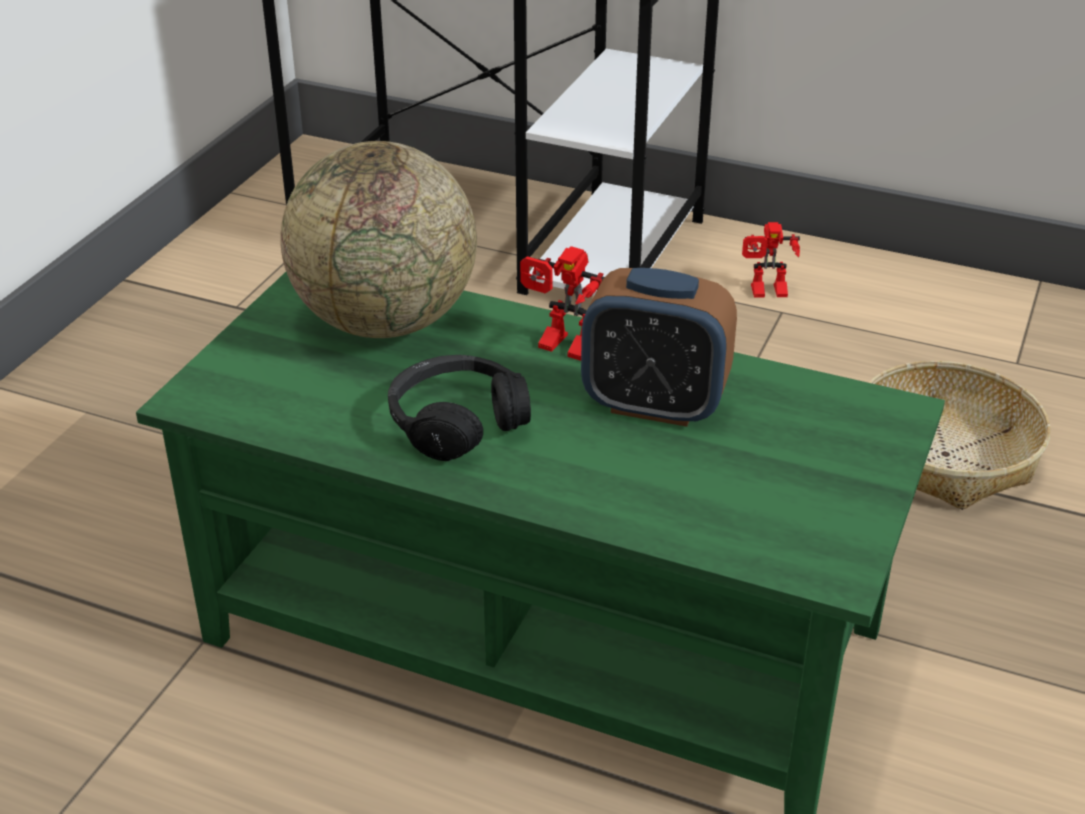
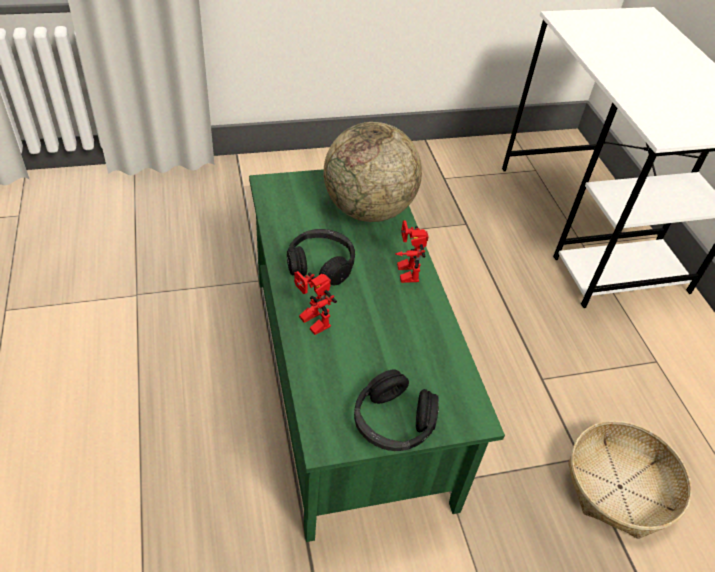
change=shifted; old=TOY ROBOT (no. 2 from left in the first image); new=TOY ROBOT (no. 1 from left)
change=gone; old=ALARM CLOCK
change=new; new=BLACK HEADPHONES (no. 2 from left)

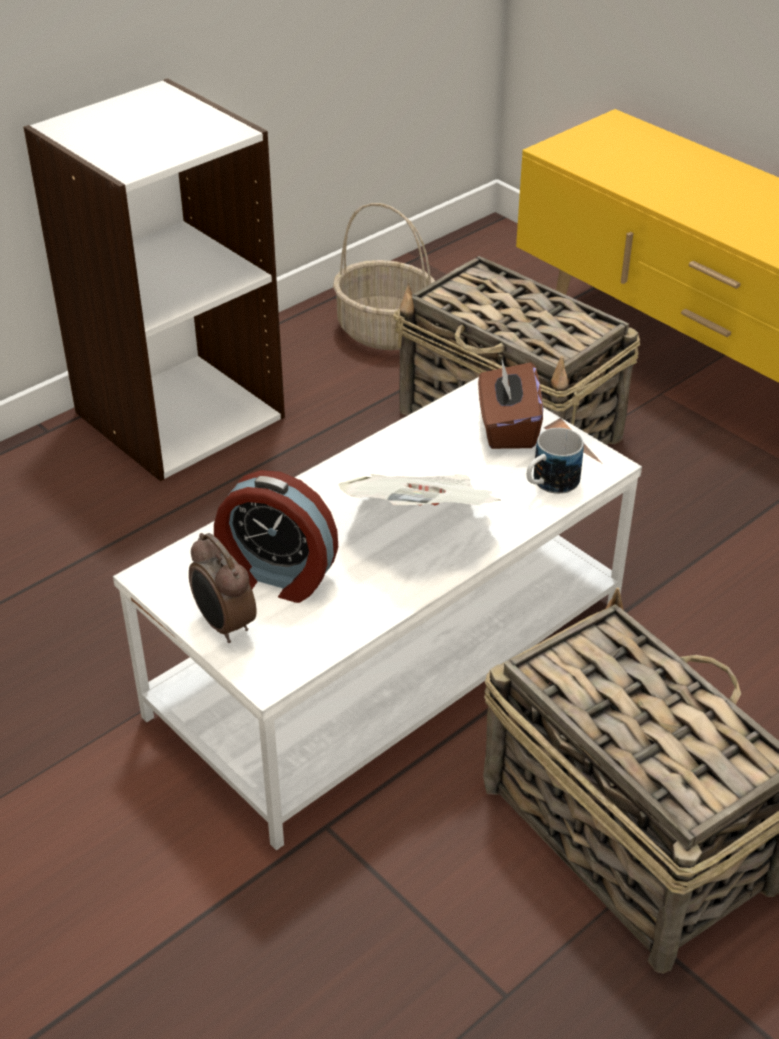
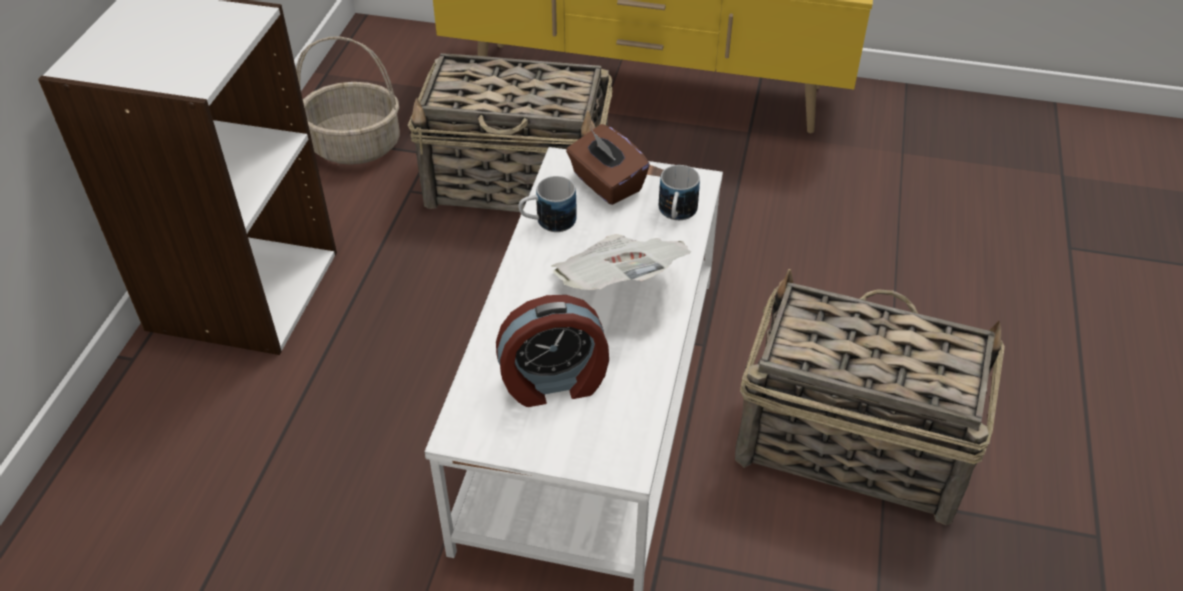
change=gone; old=ALARM CLOCK (no. 1 from left)
change=new; new=MUG (no. 1 from left)

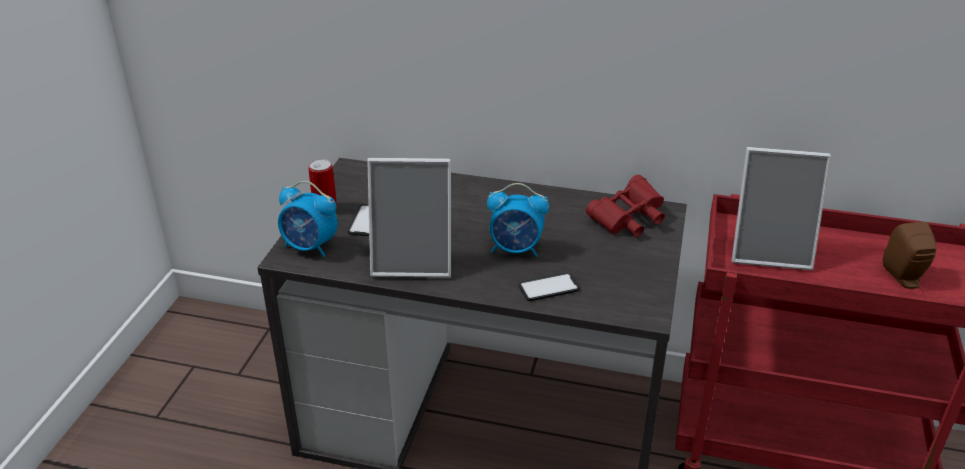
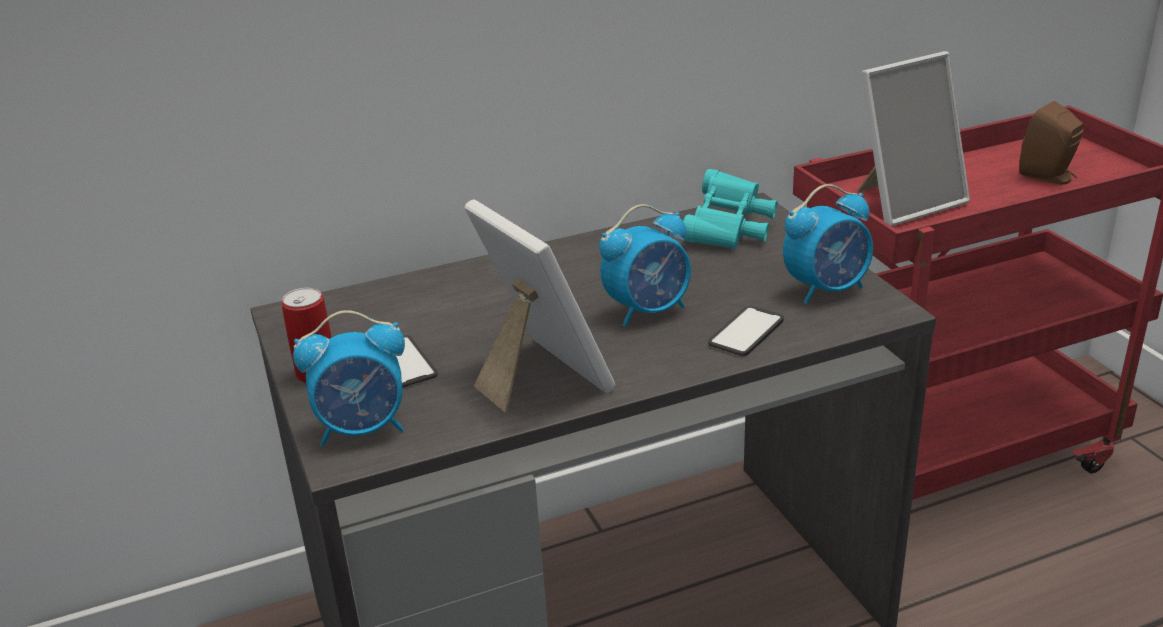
change=rotated; old=PICTURE FRAME (no. 1 from left); degrees=-90
change=repainted; old=RED BINOCULARS; new=TURQUOISE BINOCULARS
change=new; new=ALARM CLOCK (no. 3 from left)

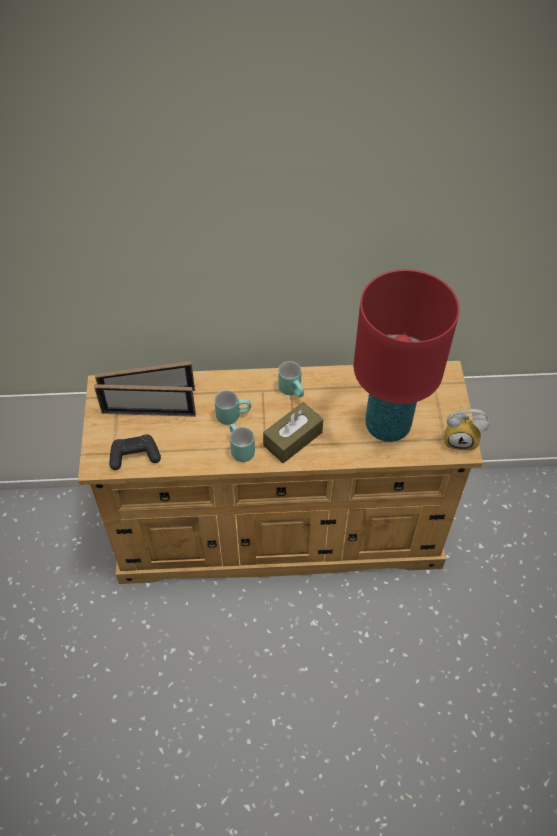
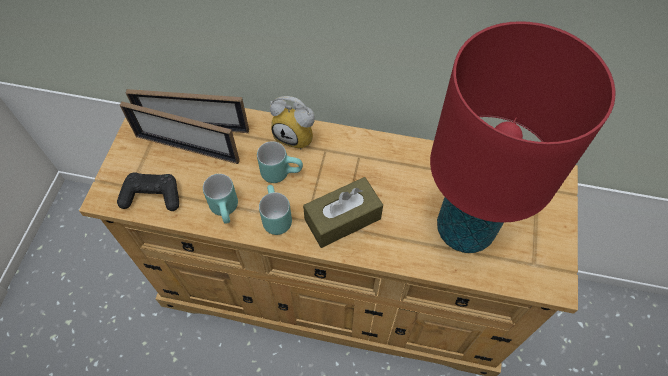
change=shifted; old=TURQUOISE MUG (no. 3 from left in the first image); new=TURQUOISE MUG (no. 1 from left)
change=shifted; old=ALARM CLOCK

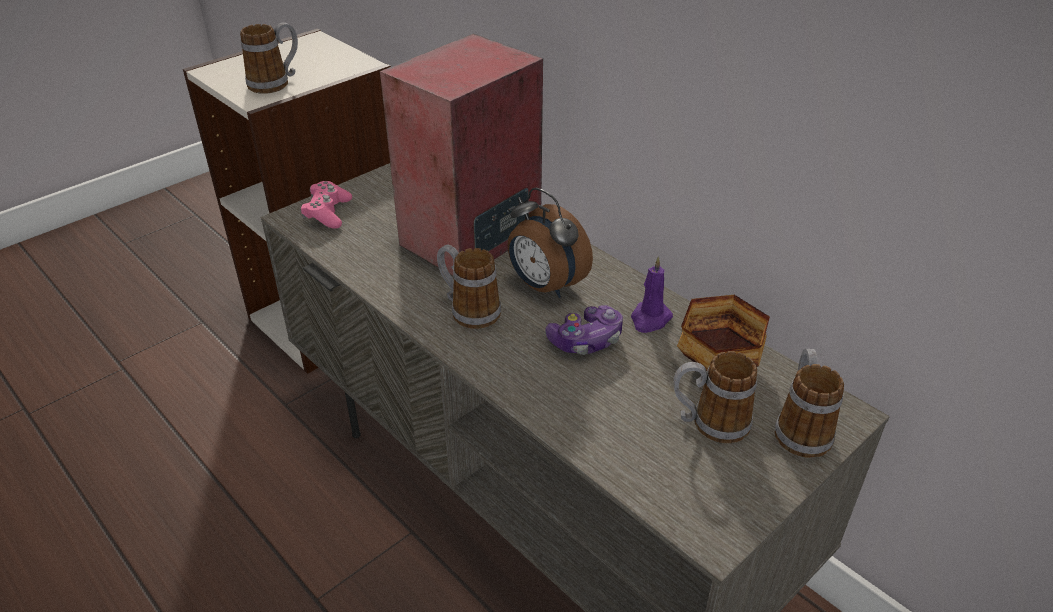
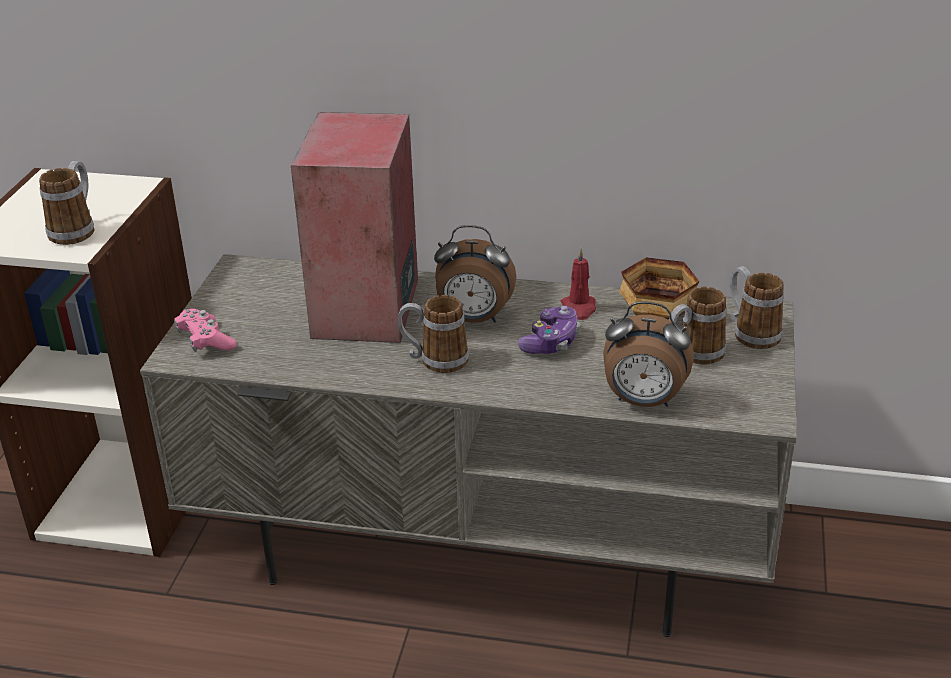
change=repainted; old=PURPLE CANDLE; new=RED CANDLE
change=new; new=ALARM CLOCK (no. 2 from left)

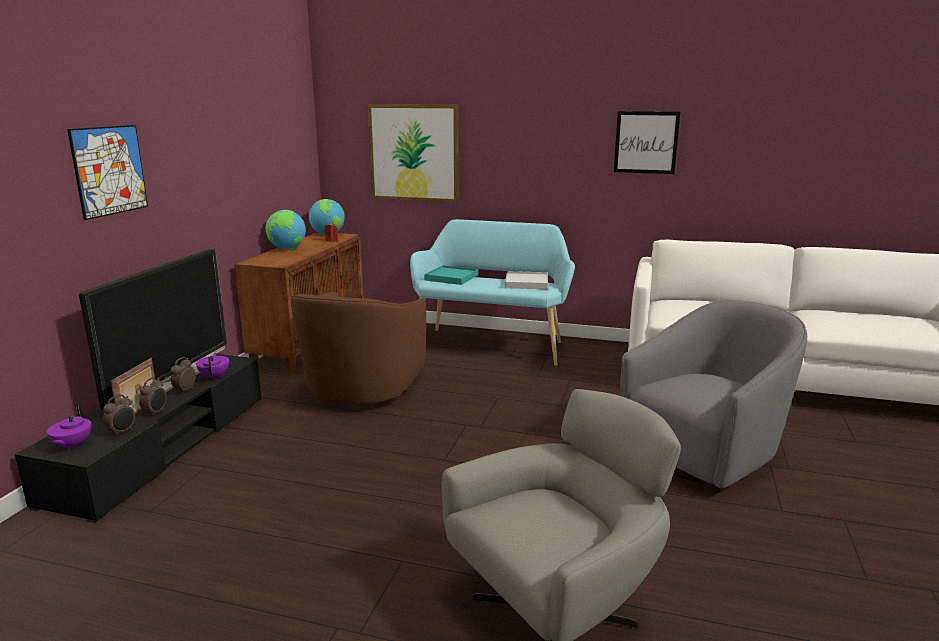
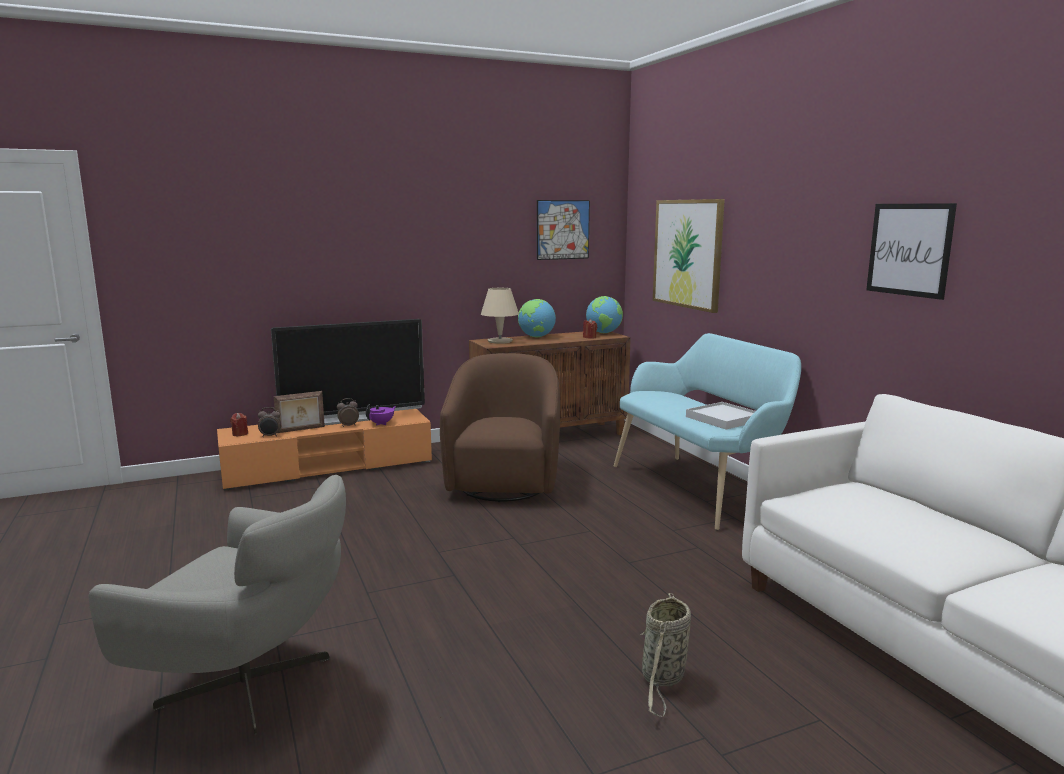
change=shifted; old=PICTURE (no. 1 from left)
change=gone; old=TURQUOISE TRAY
change=rotated; old=BROWN ARMCHAIR; degrees=120
change=swapped; old=GREY ARMCHAIR (no. 2 from left); new=BASKET
change=repainted; old=BLACK TV STAND; new=ORANGE TV STAND
change=gone; old=ALARM CLOCK (no. 2 from left)
change=swapped; old=PURPLE TEAPOT (no. 1 from left); new=RED CANDLE (no. 1 from left)
change=new; new=BEIGE TABLE LAMP

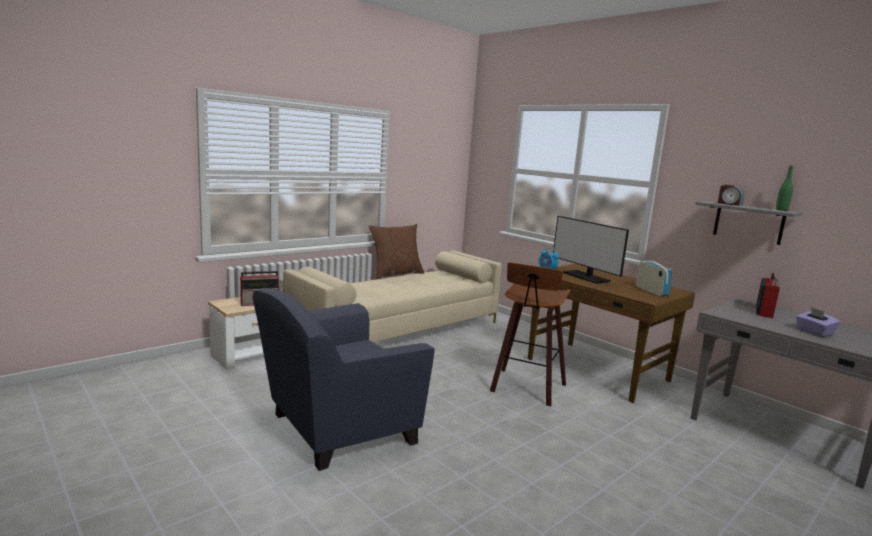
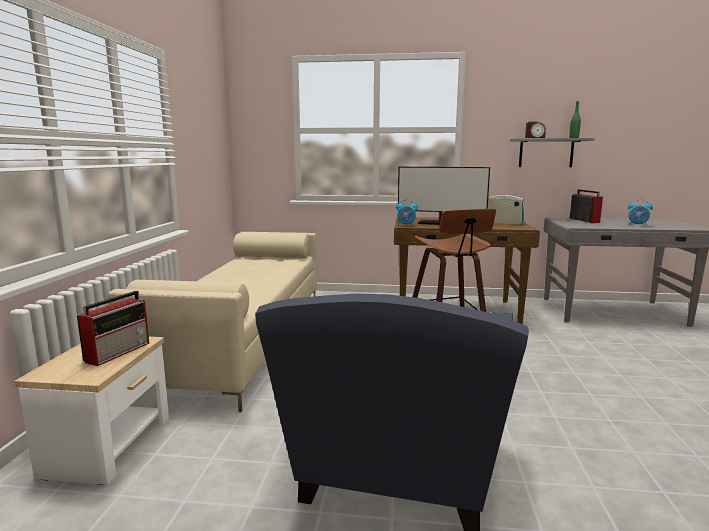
change=gone; old=BROWN PILLOW
change=swapped; old=PURPLE TISSUE BOX; new=ALARM CLOCK (no. 3 from left)

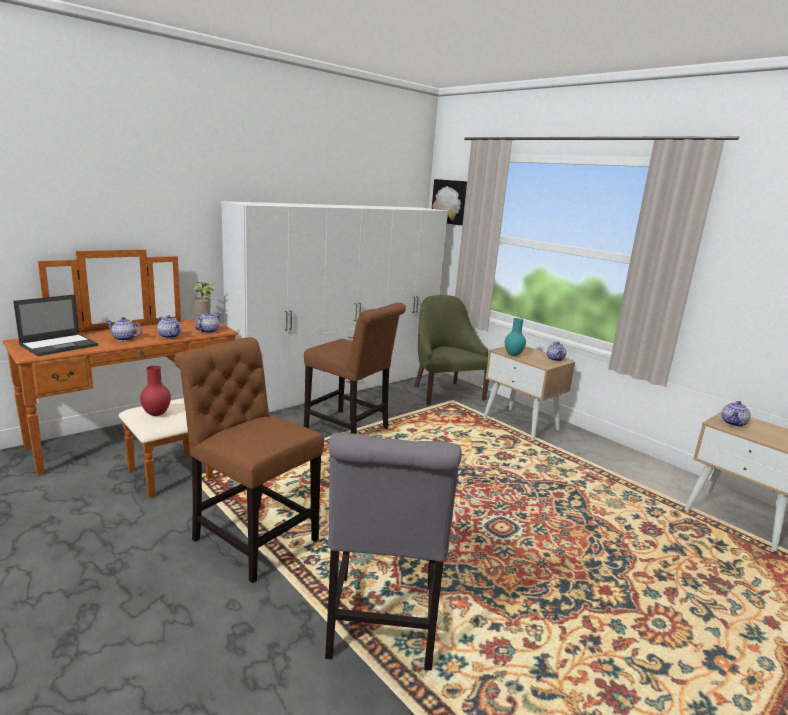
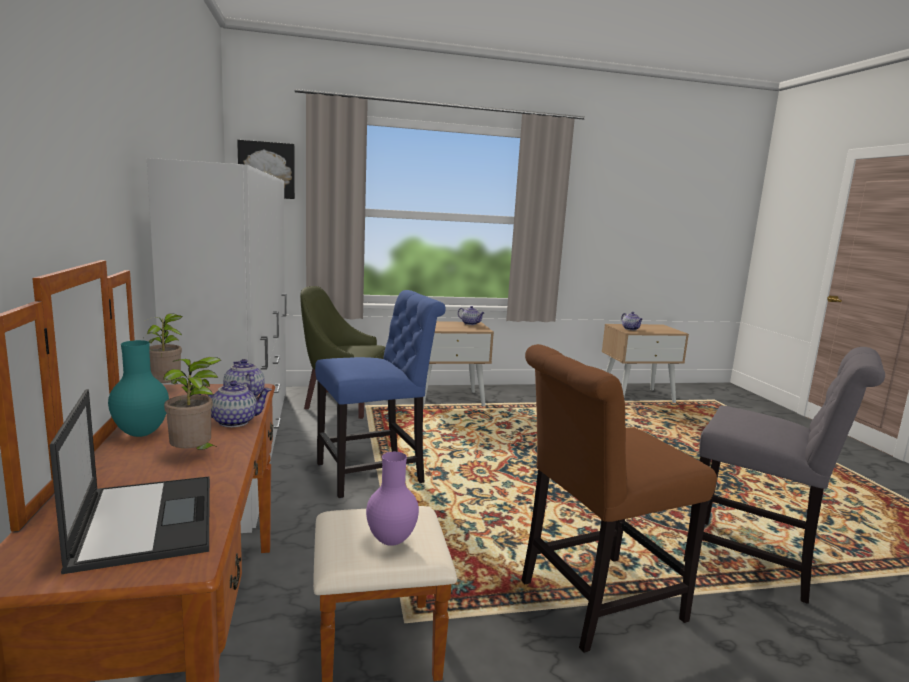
change=repainted; old=BROWN CHAIR (no. 2 from left); new=BLUE CHAIR
change=swapped; old=TEAPOT (no. 1 from left); new=POTTED PLANT (no. 2 from left)
change=shifted; old=TURQUOISE VASE
change=repainted; old=RED VASE; new=PURPLE VASE

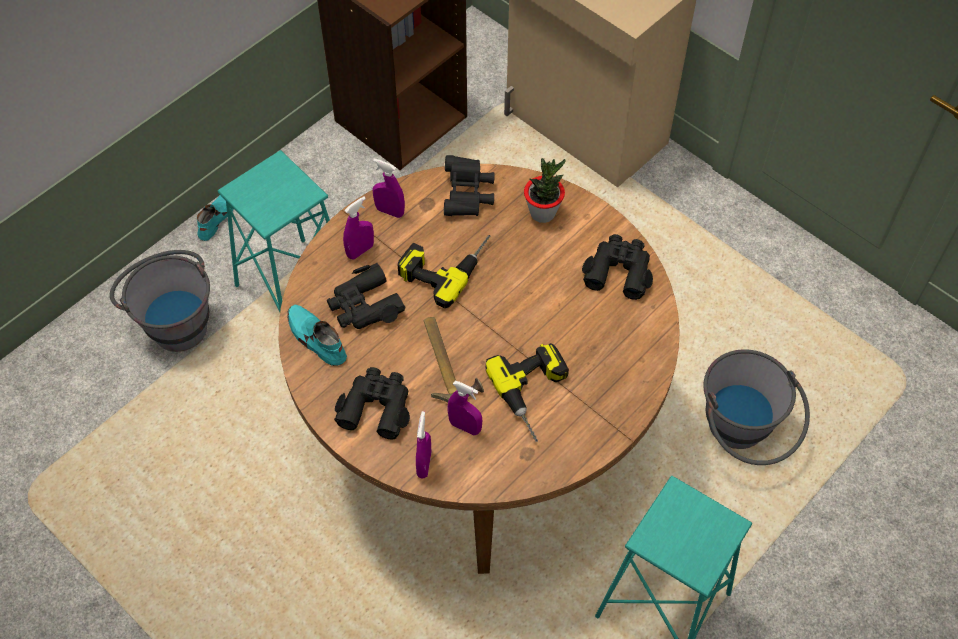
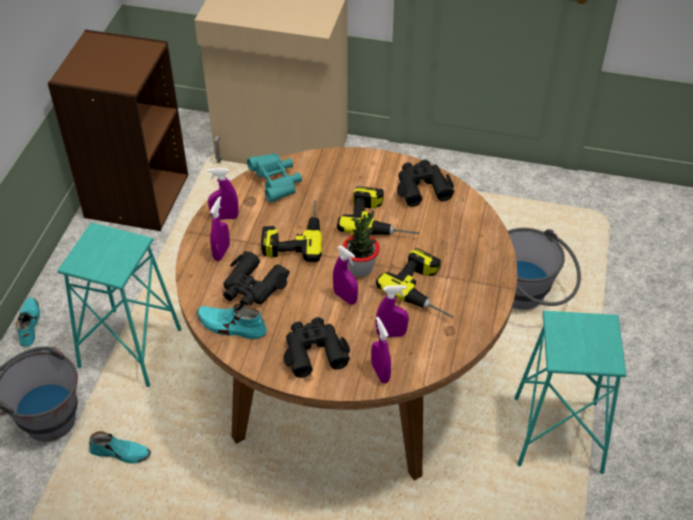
change=repainted; old=BLACK BINOCULARS (no. 3 from left); new=TURQUOISE BINOCULARS
change=shifted; old=POTTED PLANT
change=swapped; old=HAMMER; new=PURPLE SPRAY BOTTLE (no. 3 from left)
change=new; new=POWER DRILL (no. 2 from left)
change=new; new=TURQUOISE SHOE (no. 2 from left)

